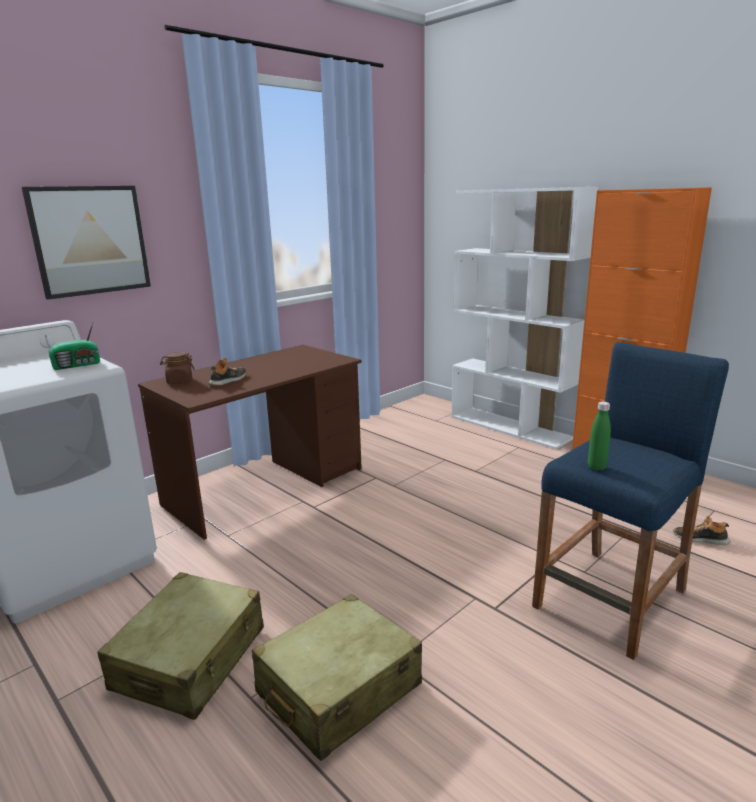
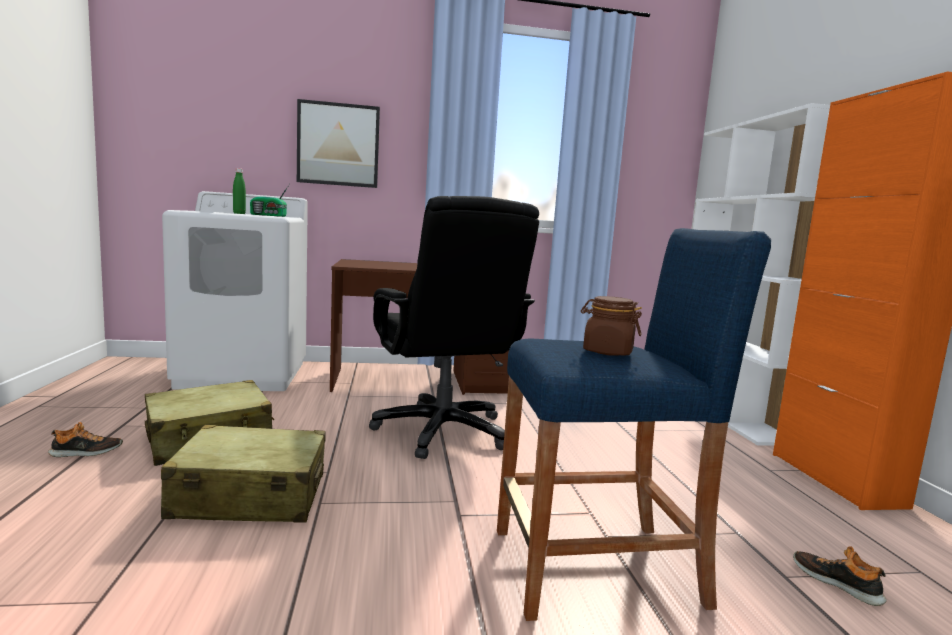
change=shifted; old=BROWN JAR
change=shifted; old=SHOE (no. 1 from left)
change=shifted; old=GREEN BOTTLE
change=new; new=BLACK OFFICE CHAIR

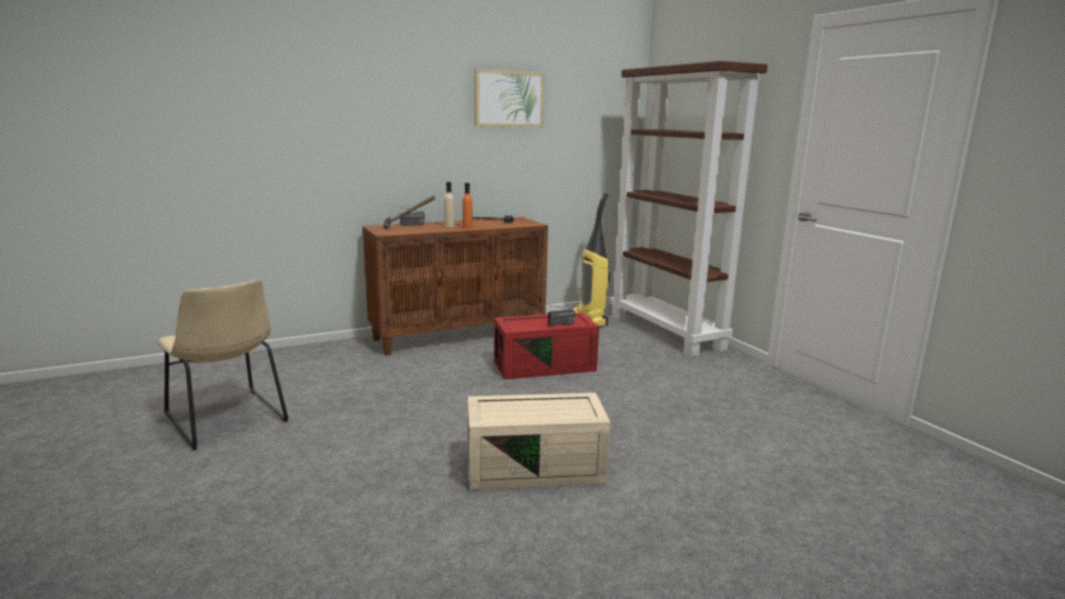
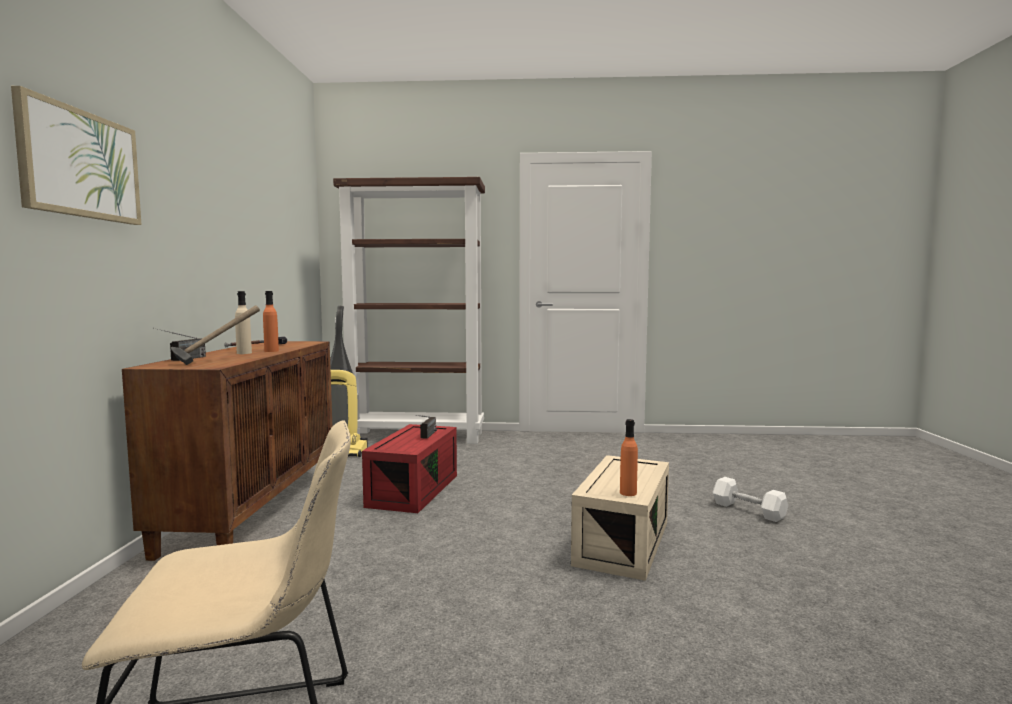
change=shifted; old=PICTURE
change=new; new=ORANGE BOTTLE (no. 2 from left)
change=new; new=WHITE DUMBBELL

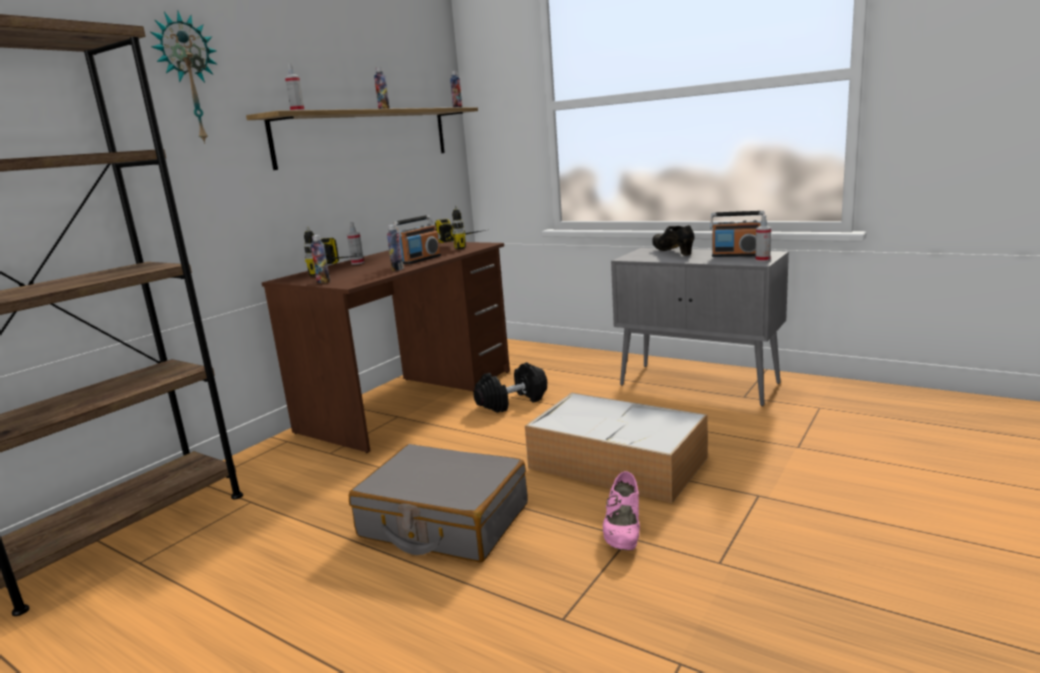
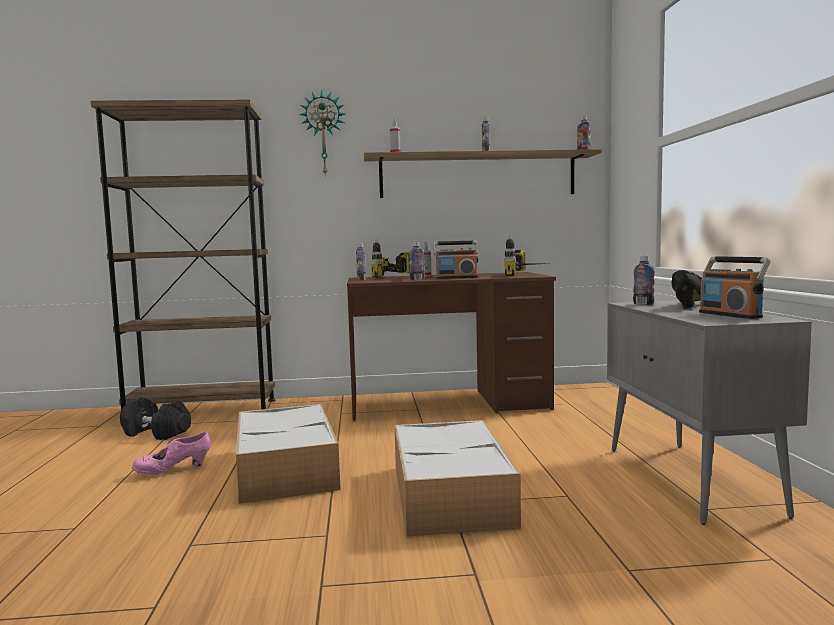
change=gone; old=SPRAY BOTTLE (no. 3 from left)
change=shifted; old=BLACK DUMBBELL
change=swapped; old=GREY SUITCASE; new=STORAGE BOX (no. 1 from left)
change=shifted; old=PINK SHOE
change=new; new=BOTTLE (no. 5 from left)

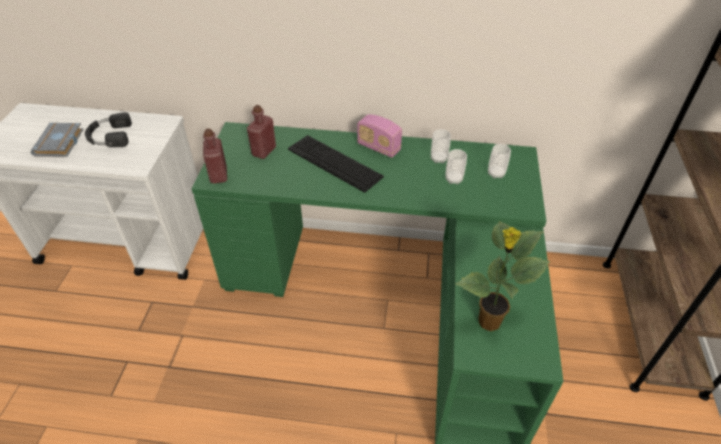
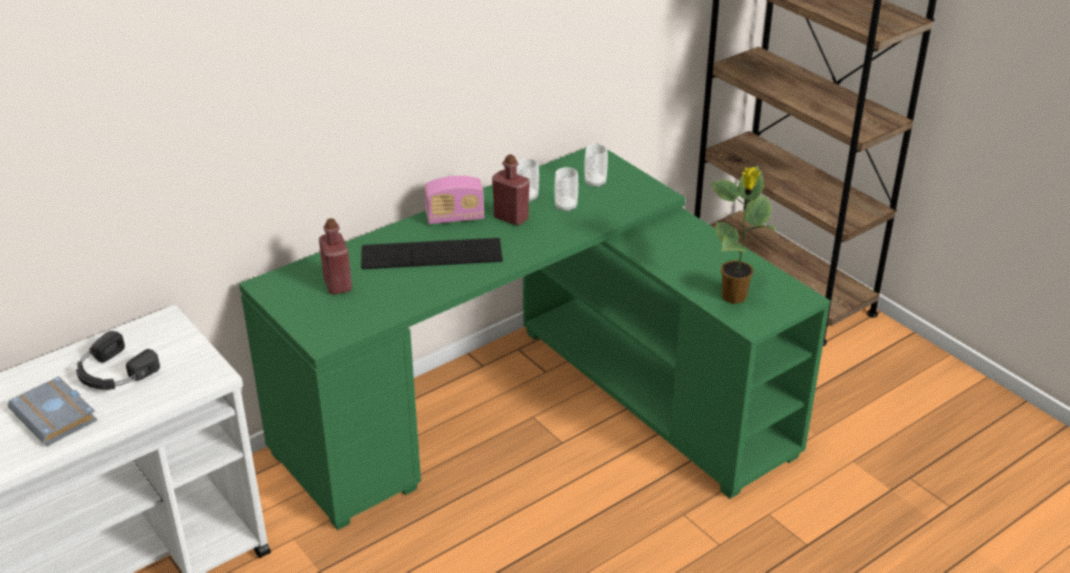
change=shifted; old=RED BOTTLE (no. 1 from left in the first image); new=RED BOTTLE (no. 2 from left)

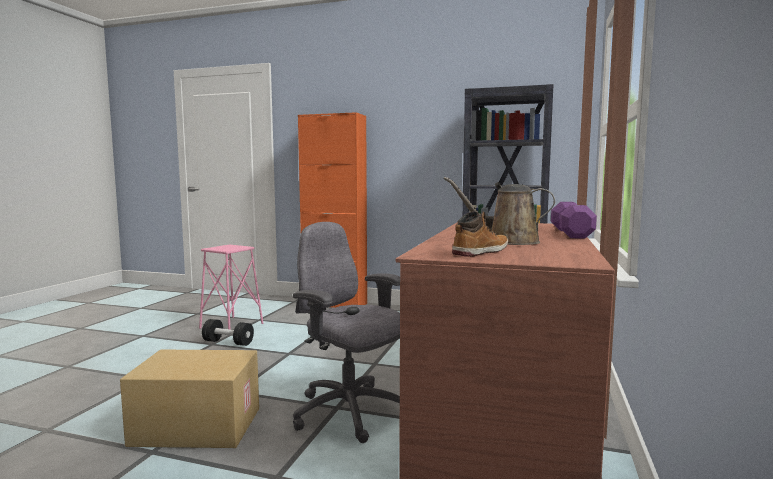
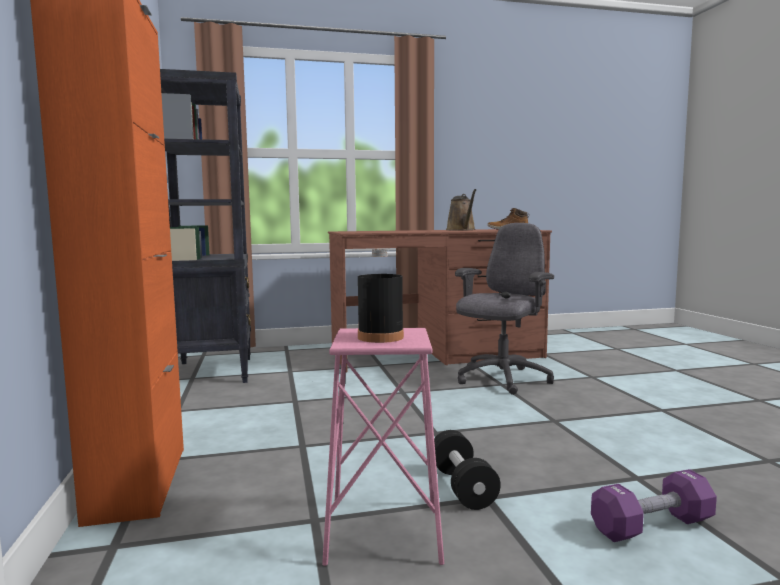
change=shifted; old=PURPLE DUMBBELL
change=rotated; old=GREY OFFICE CHAIR; degrees=-150
change=gone; old=CARDBOARD BOX
change=new; new=BLACK BOTTLE

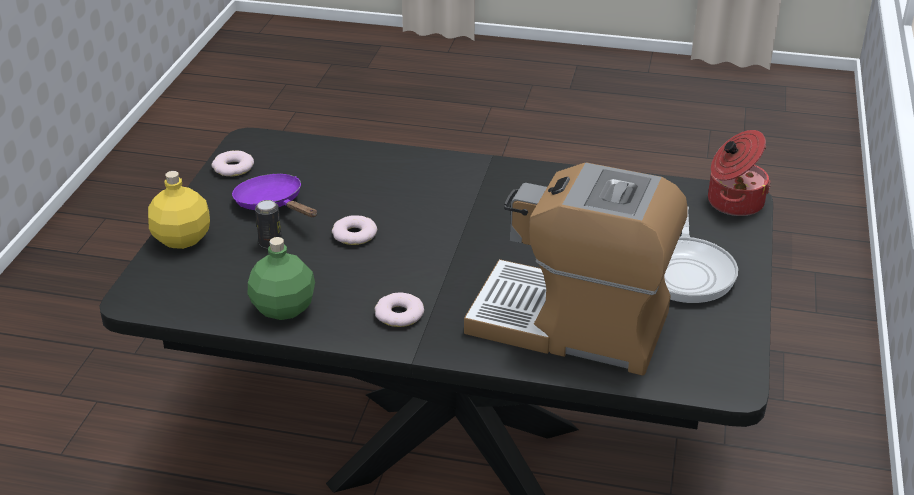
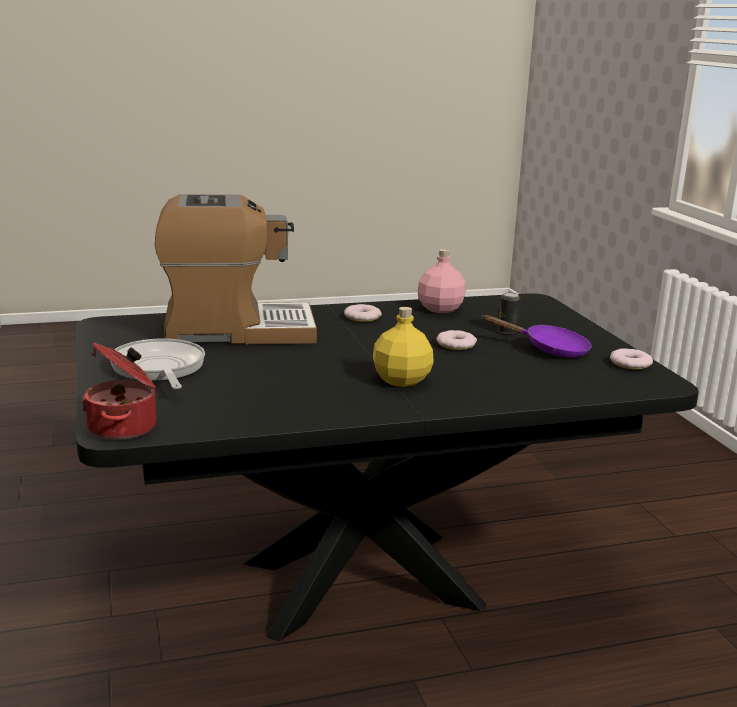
change=shifted; old=YELLOW BOTTLE
change=repainted; old=GREEN BOTTLE; new=PINK BOTTLE

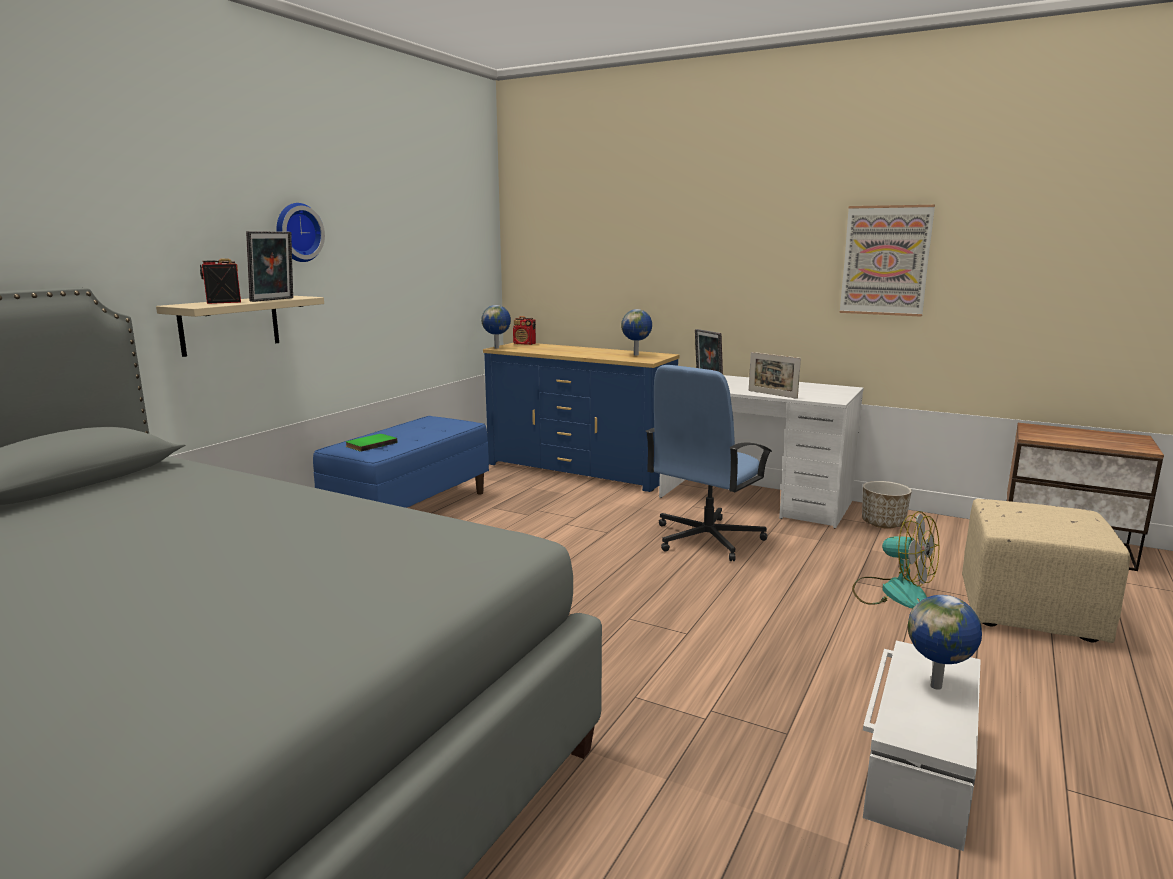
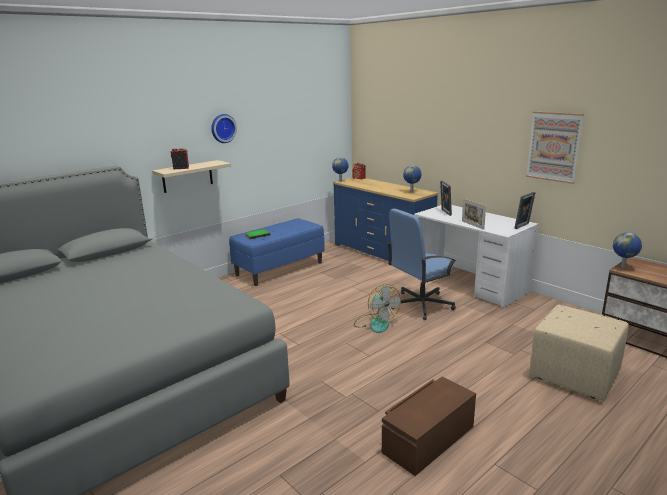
change=shifted; old=PICTURE FRAME (no. 1 from left in the first image); new=PICTURE FRAME (no. 3 from left)
change=gone; old=PLANTER
change=shifted; old=FAN
change=shifted; old=GLOBE (no. 3 from left)
change=repainted; old=WHITE STORAGE BOX; new=BROWN STORAGE BOX

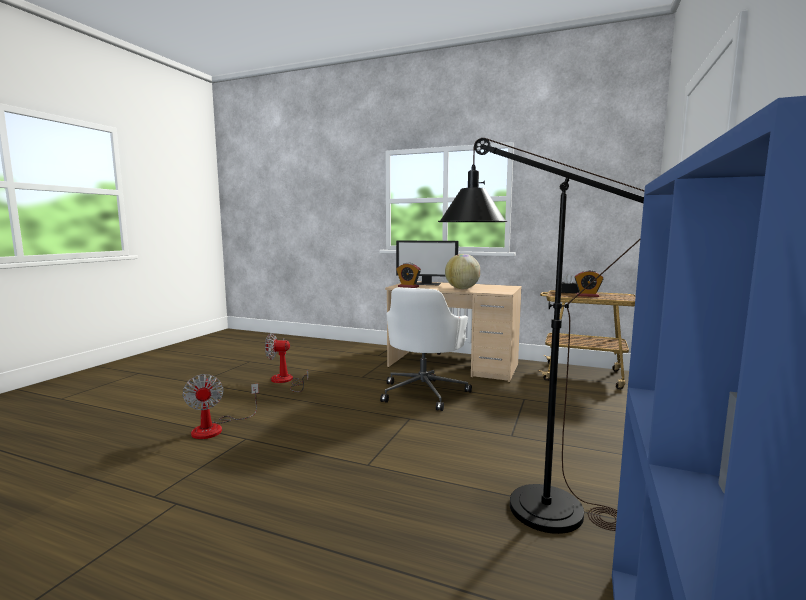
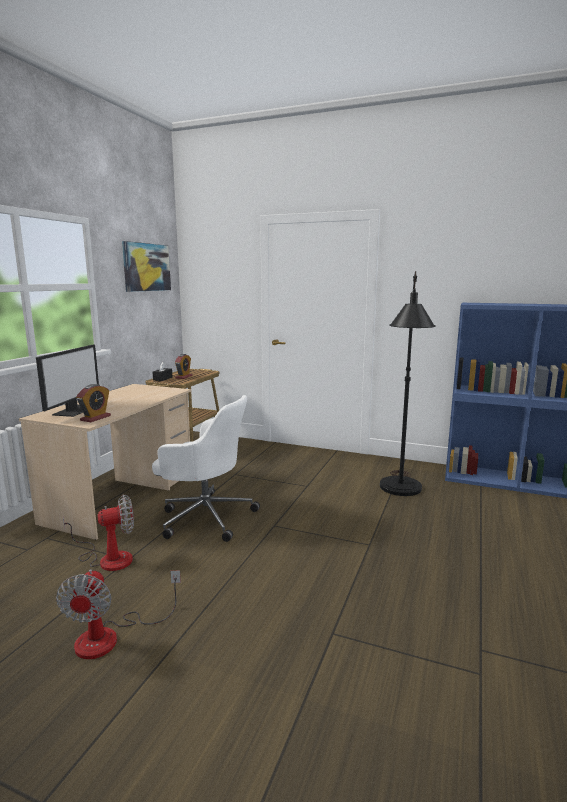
change=gone; old=GLOBE
change=shifted; old=FAN (no. 1 from left)
change=new; new=PICTURE

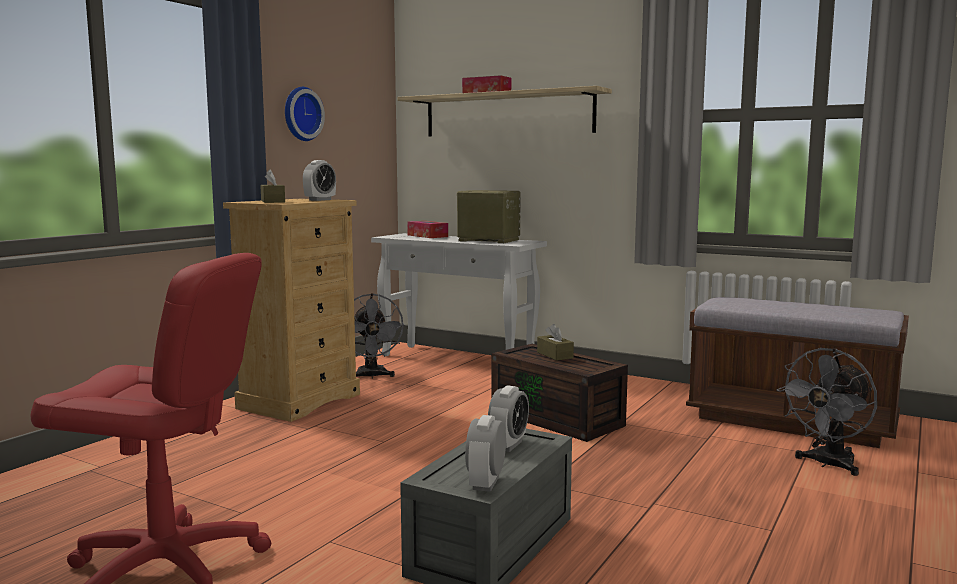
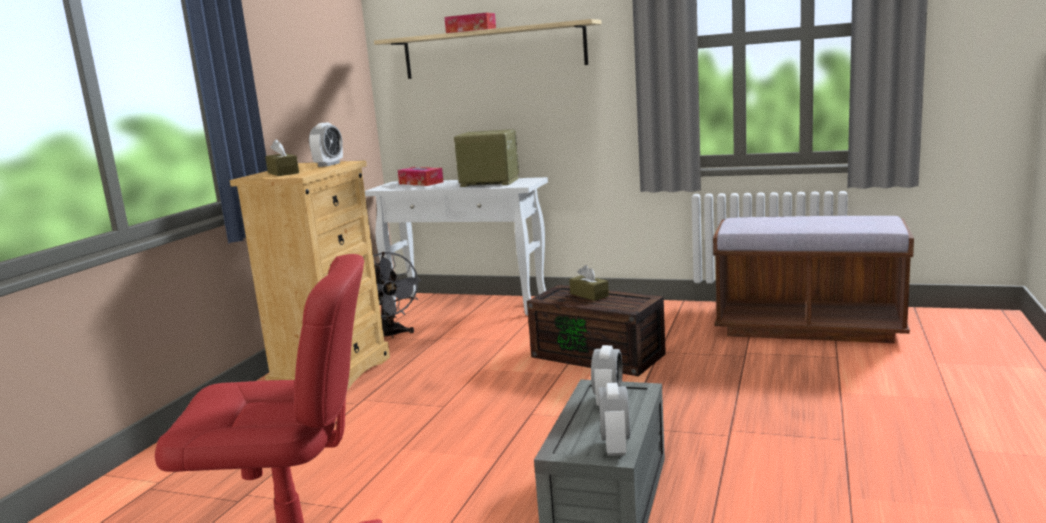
change=gone; old=WALL CLOCK
change=gone; old=GREY FAN (no. 2 from left)

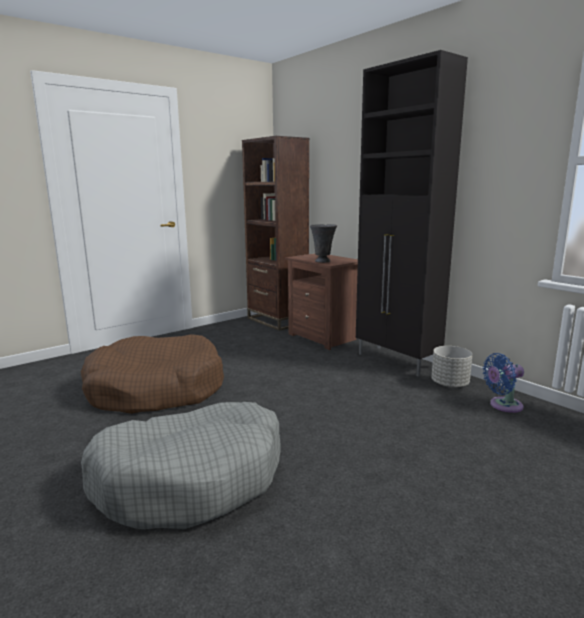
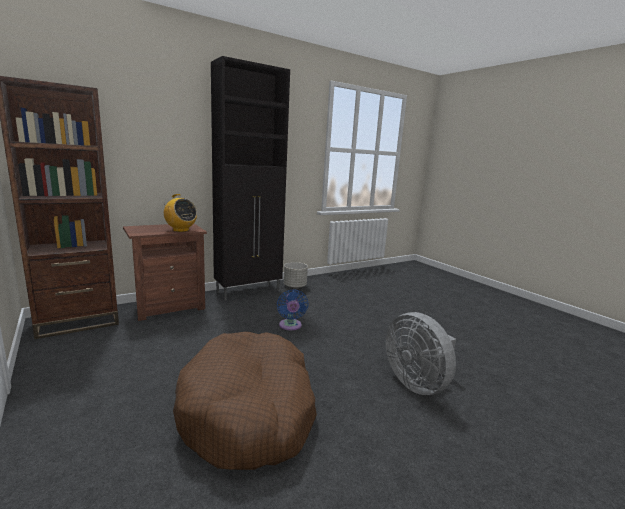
change=swapped; old=GREY VASE; new=RADIO
change=shifted; old=BLUE FAN
change=swapped; old=GREY DOG BED; new=GREY FAN

